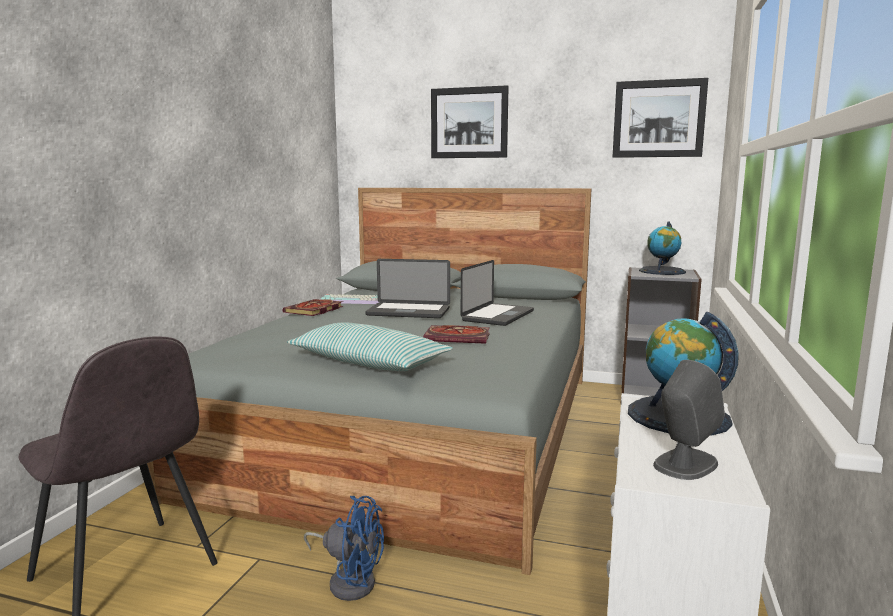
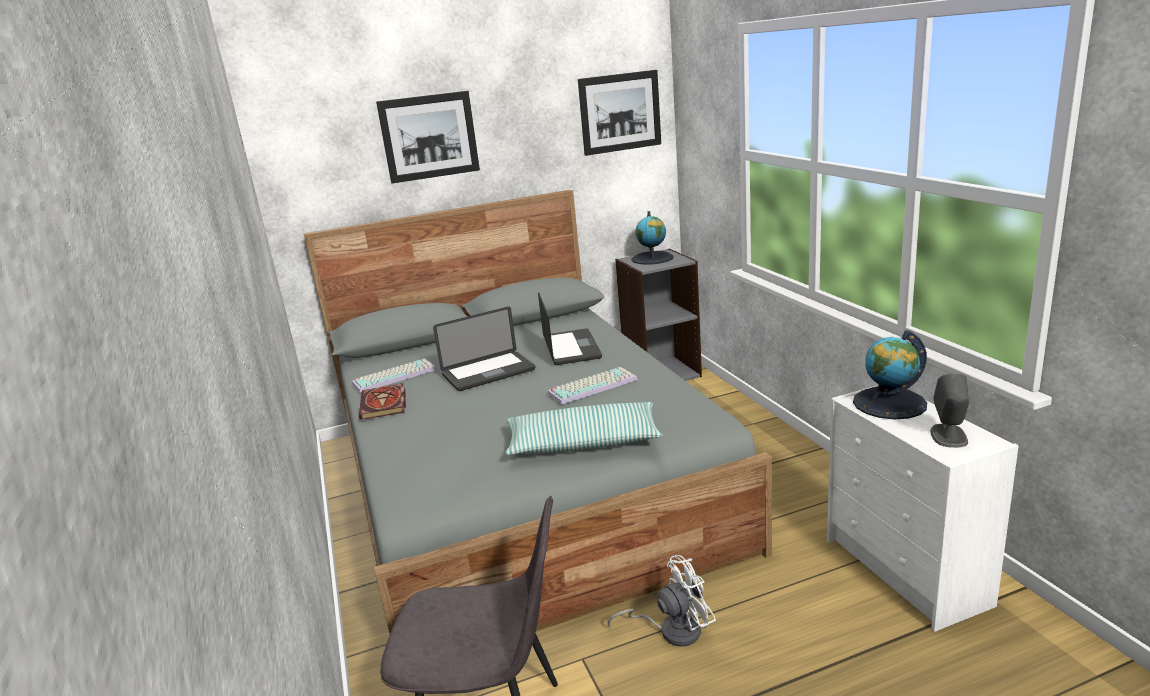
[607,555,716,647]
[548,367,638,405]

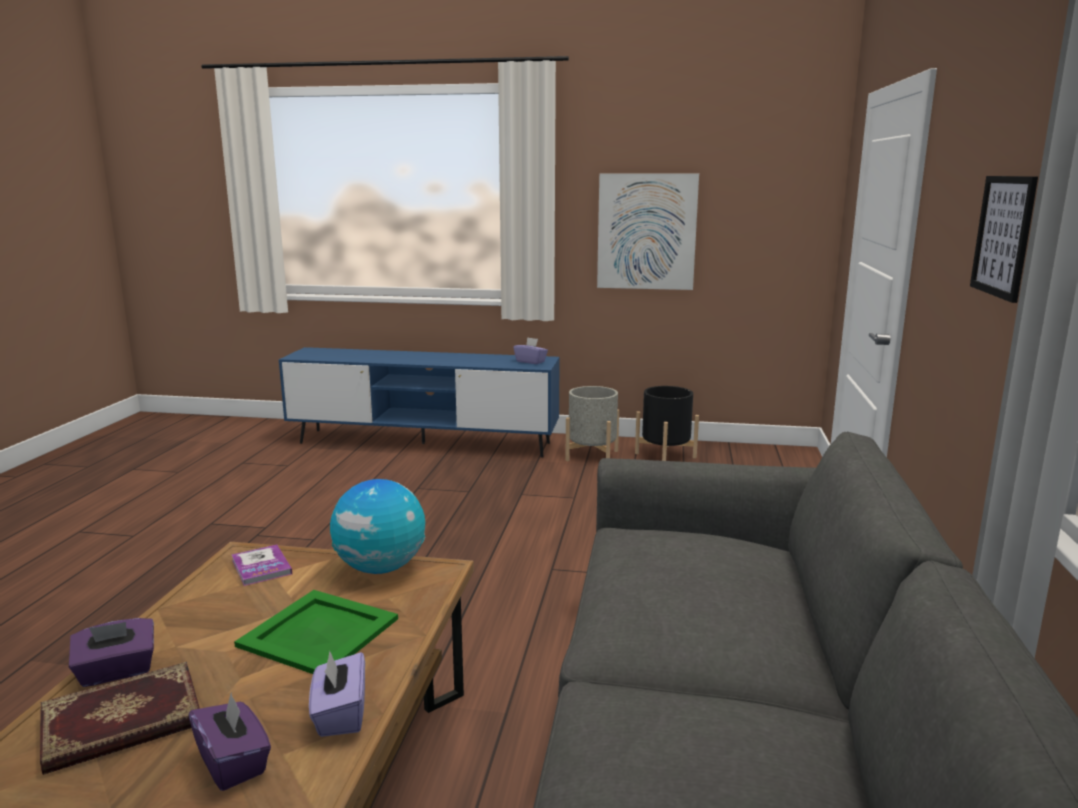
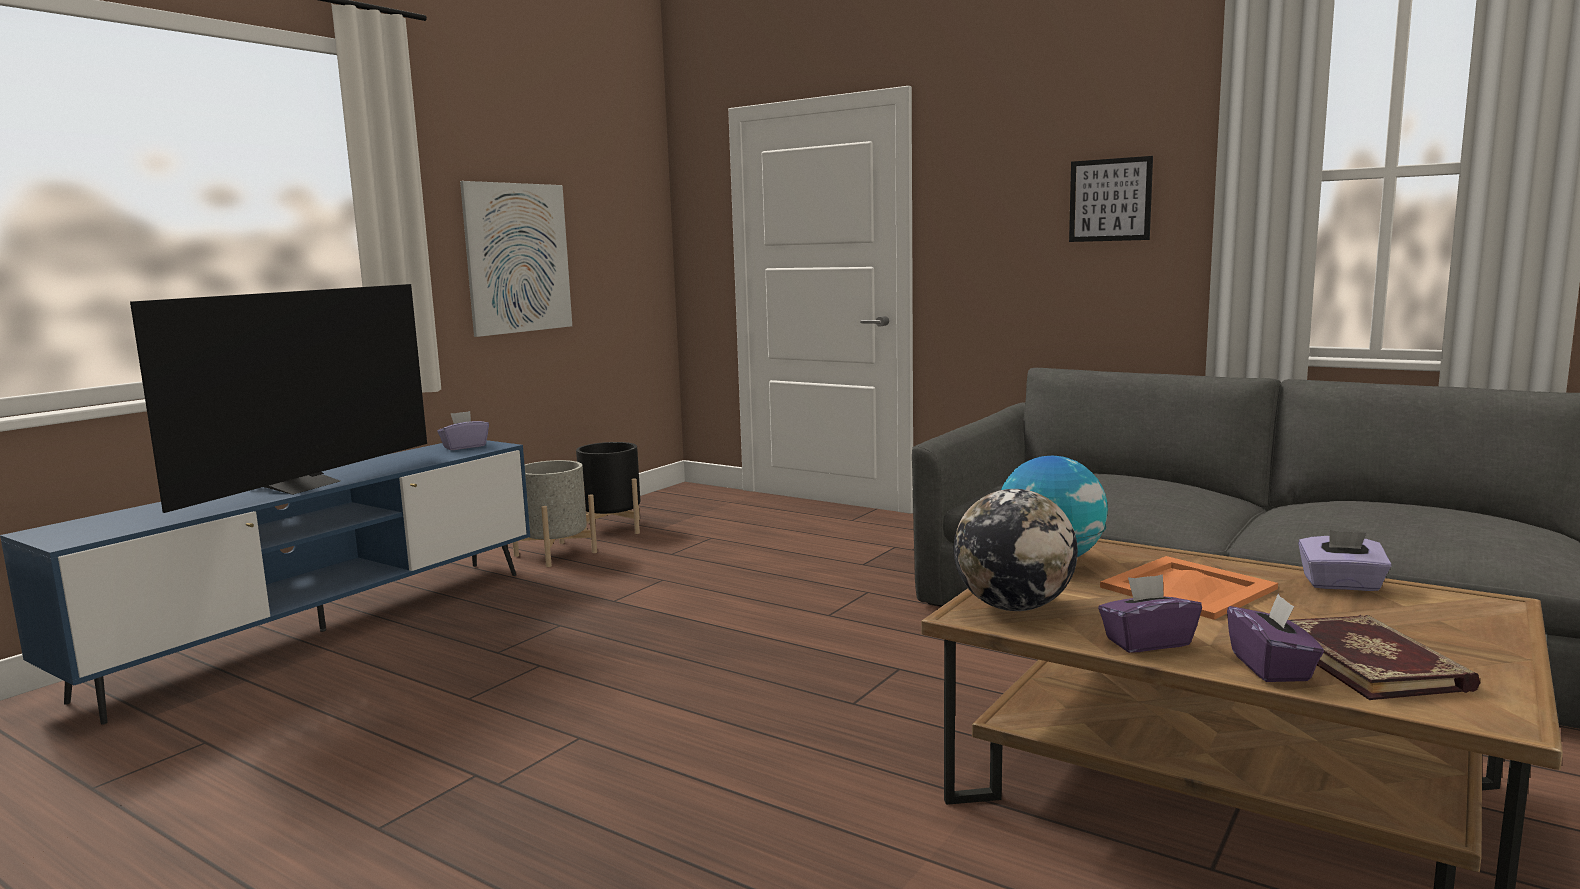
[1098,574,1202,653]
[954,489,1078,611]
[1100,556,1278,620]
[130,284,427,513]

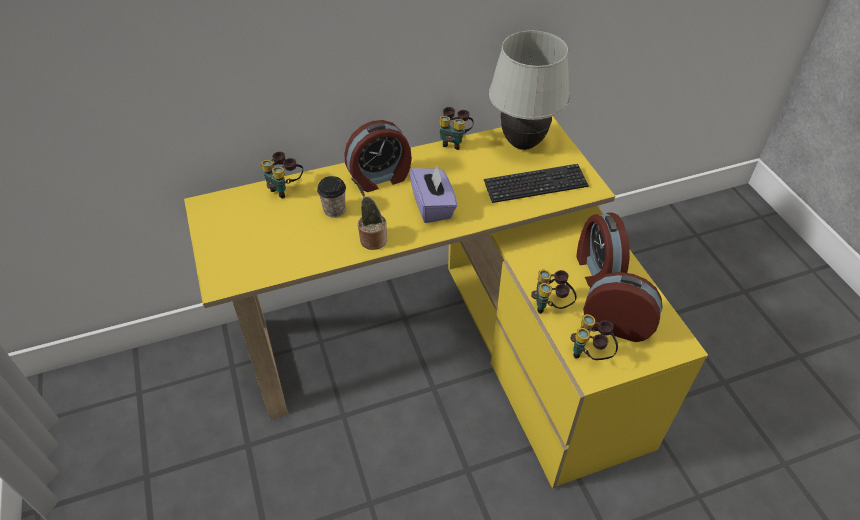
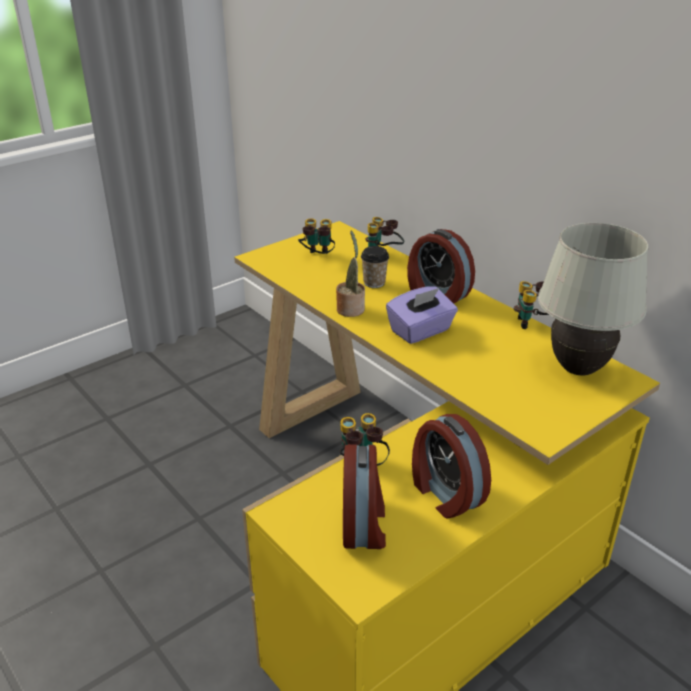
[484,164,589,203] (first image)
[298,218,335,254]
[412,414,491,519]

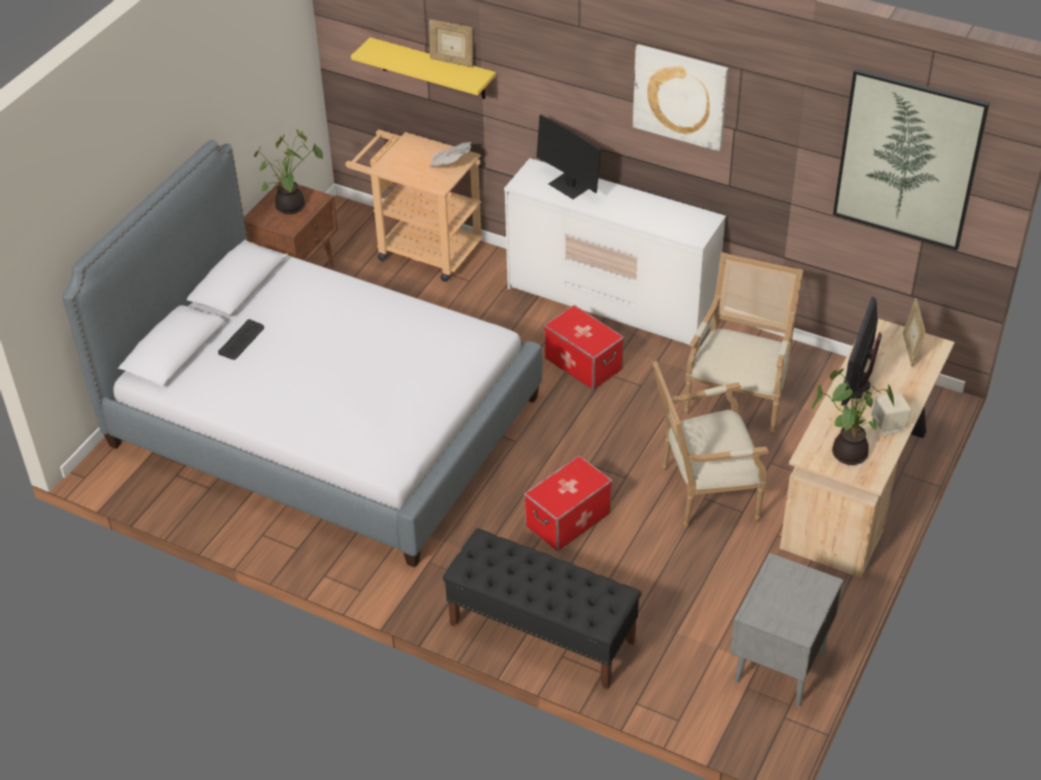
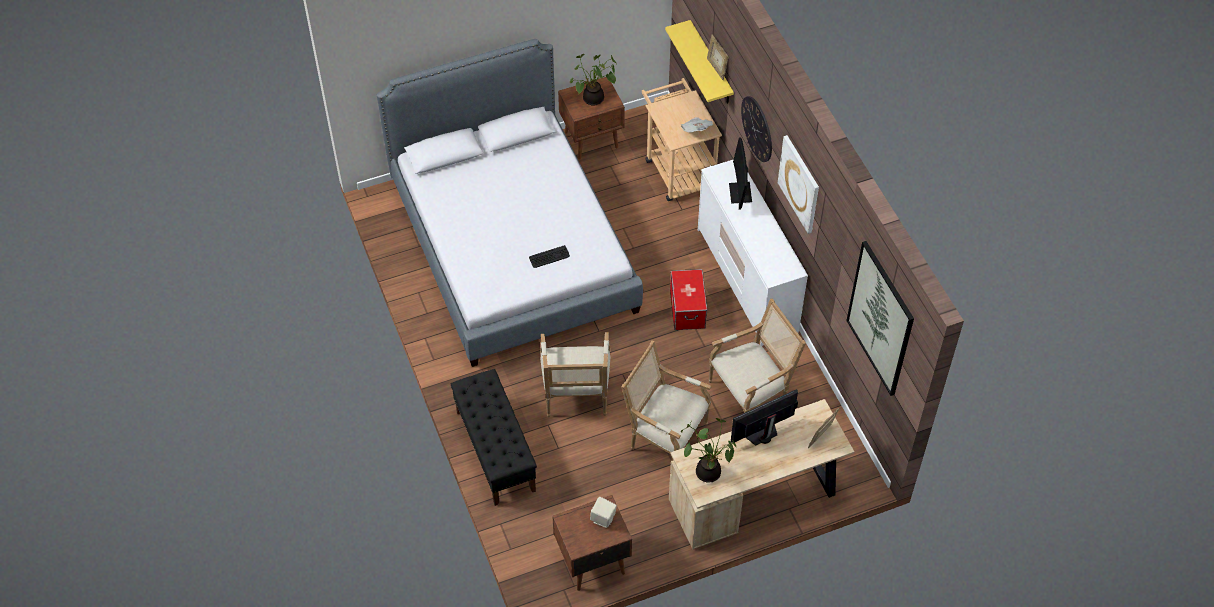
[529,245,570,268]
[540,332,610,417]
[552,495,632,591]
[590,497,617,528]
[741,96,772,162]

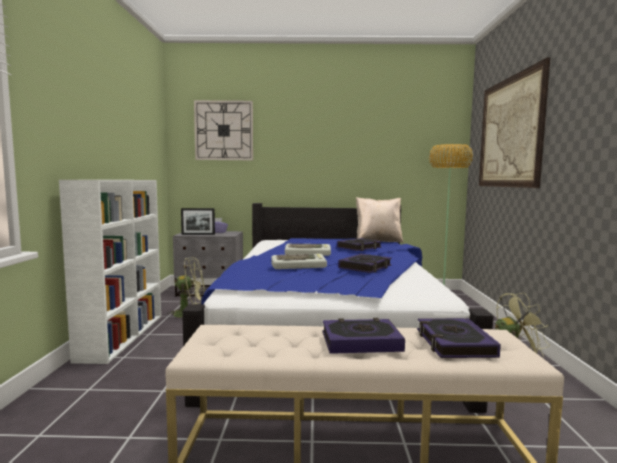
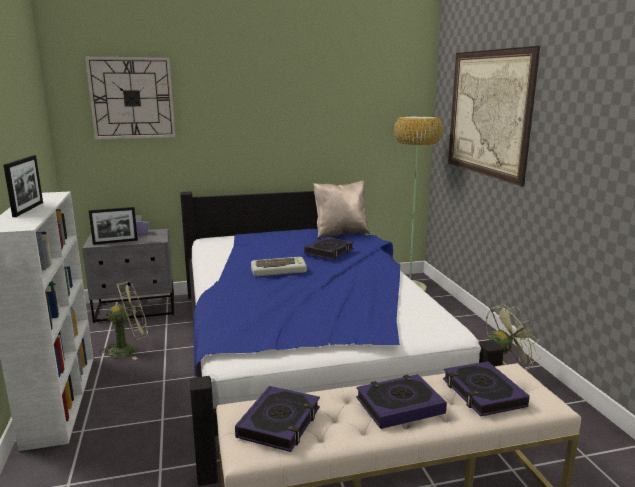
[271,254,327,269] (first image)
[235,386,320,452]
[3,155,43,217]

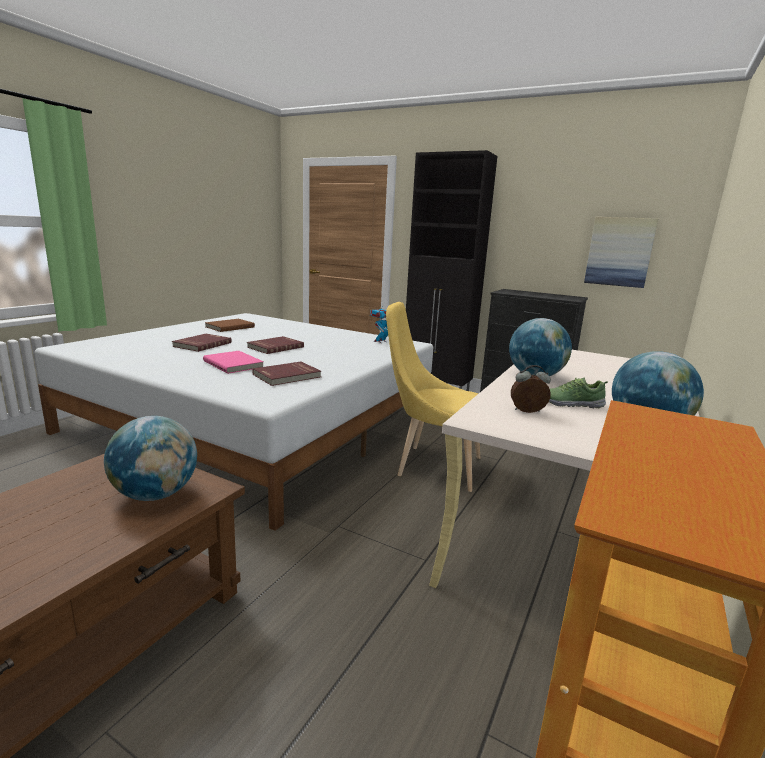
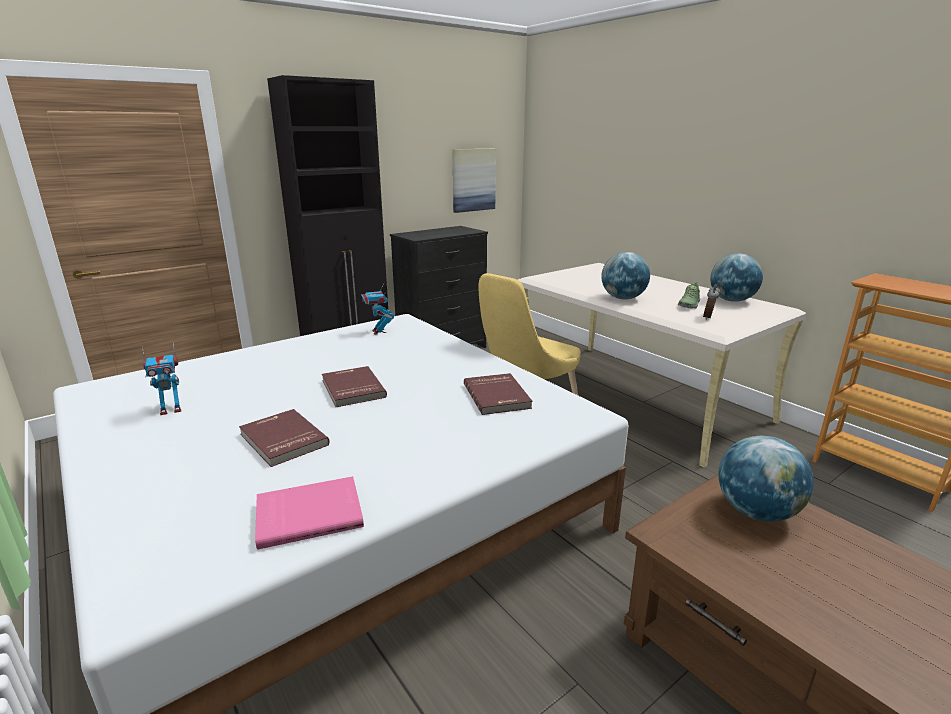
[255,476,364,550]
[142,344,181,415]

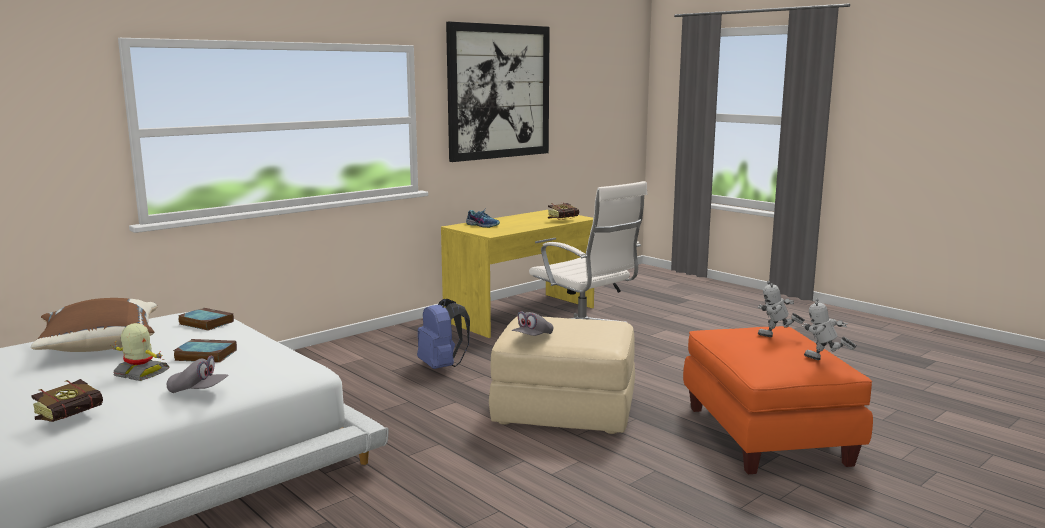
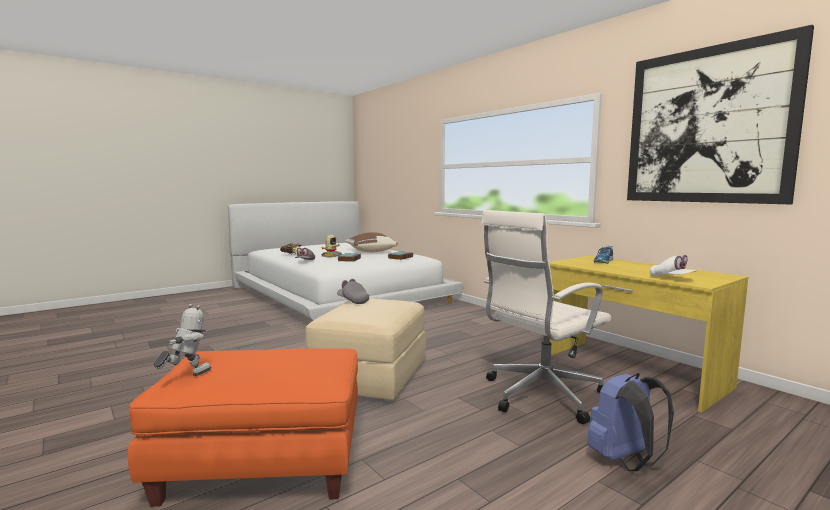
[587,373,674,471]
[650,255,697,276]
[758,281,805,337] (first image)

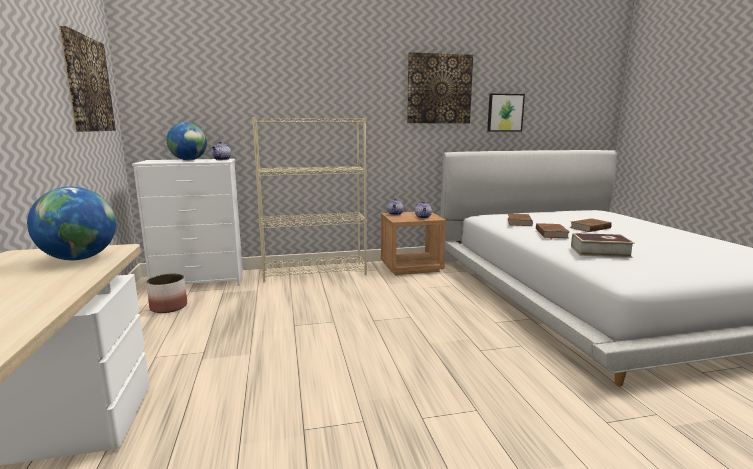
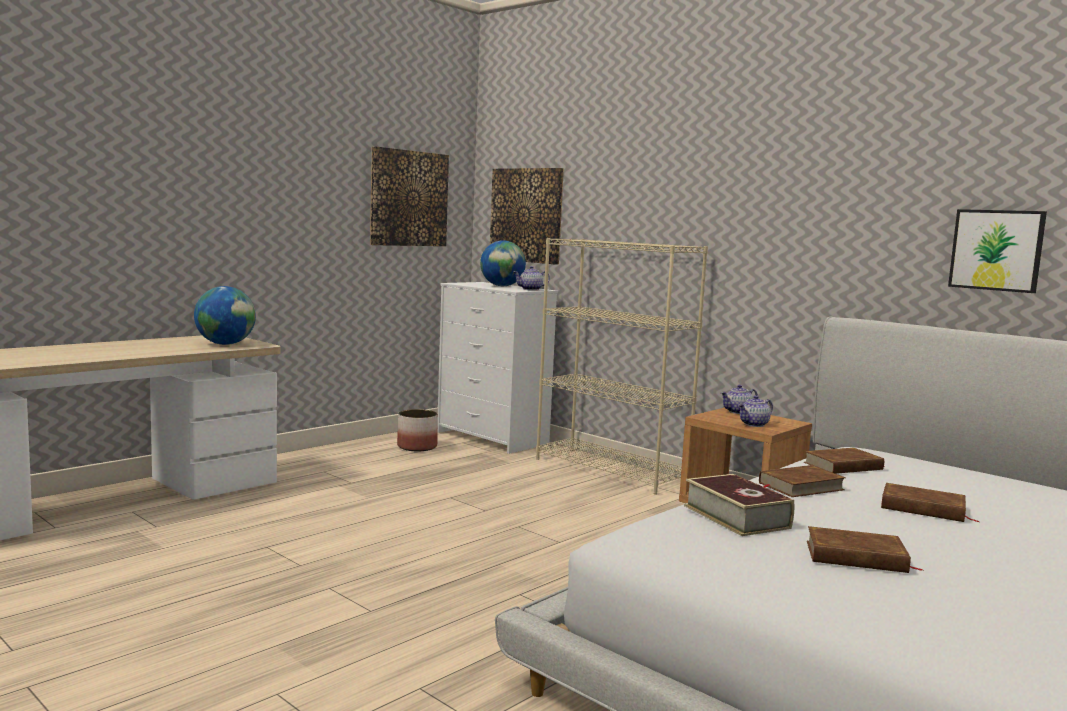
[490,168,564,265]
[807,526,923,573]

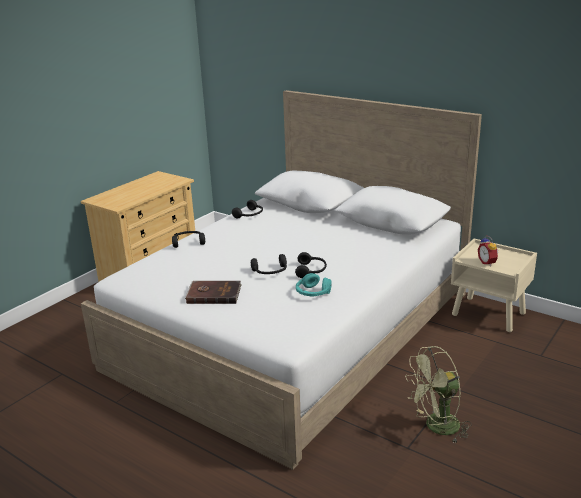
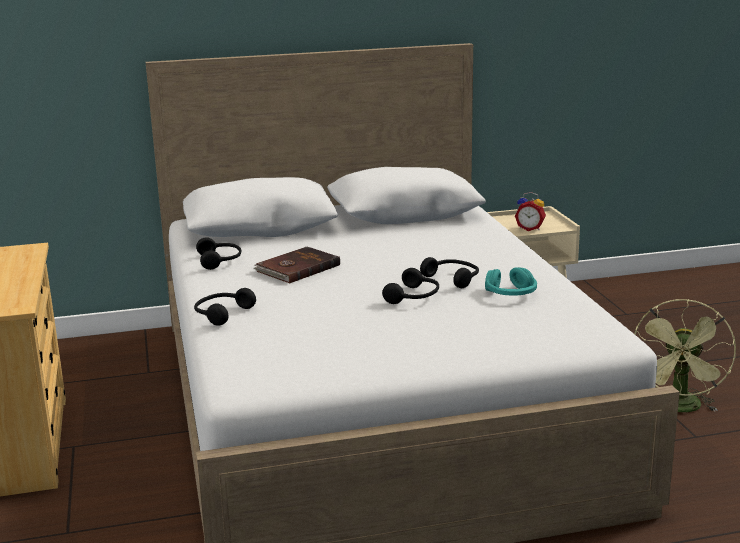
[253,247,340,284]

